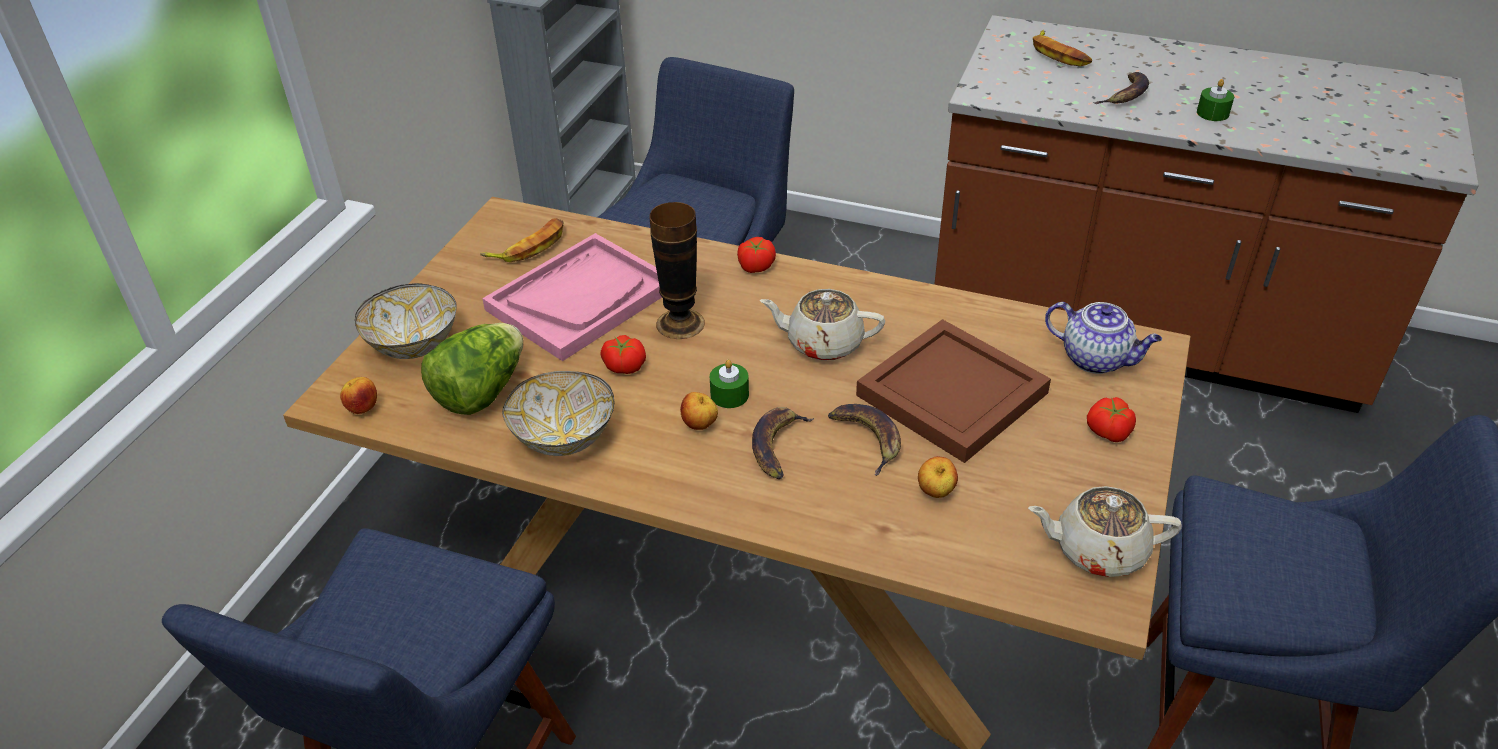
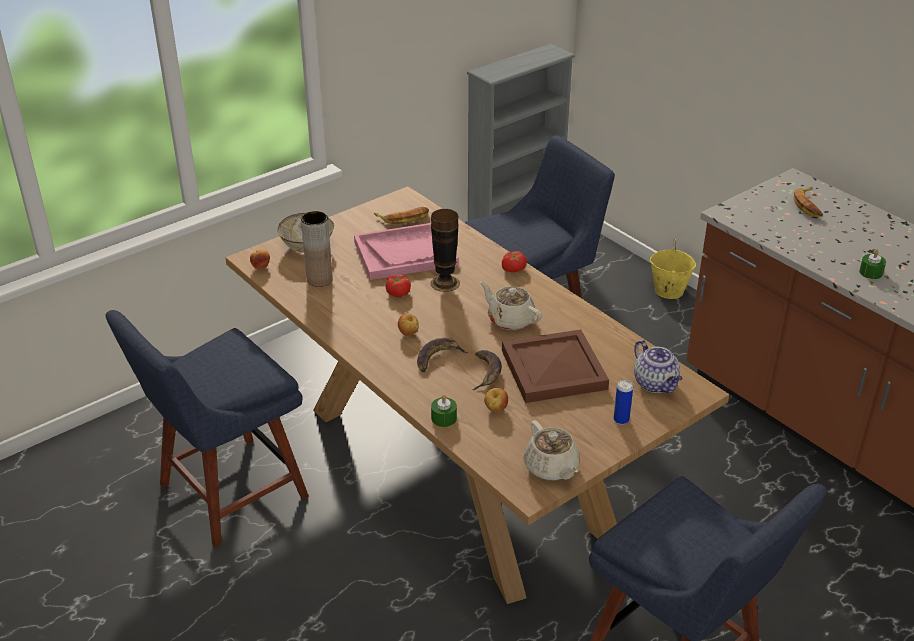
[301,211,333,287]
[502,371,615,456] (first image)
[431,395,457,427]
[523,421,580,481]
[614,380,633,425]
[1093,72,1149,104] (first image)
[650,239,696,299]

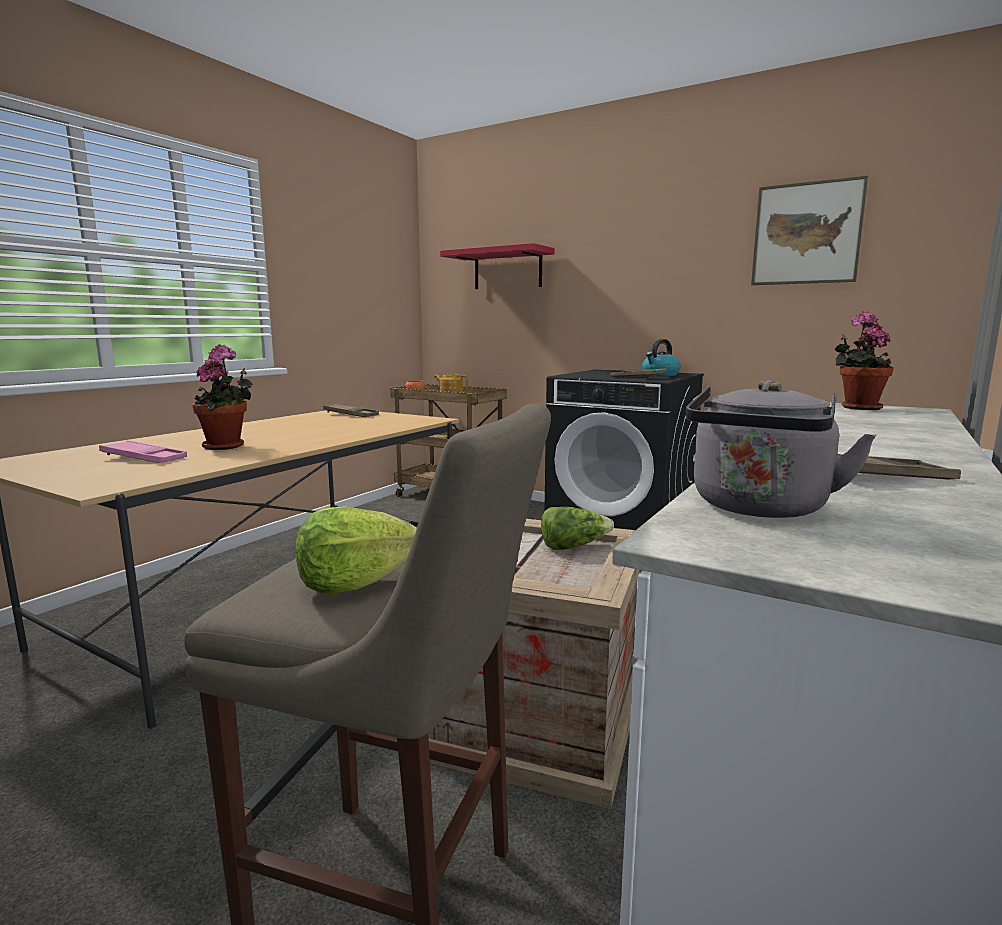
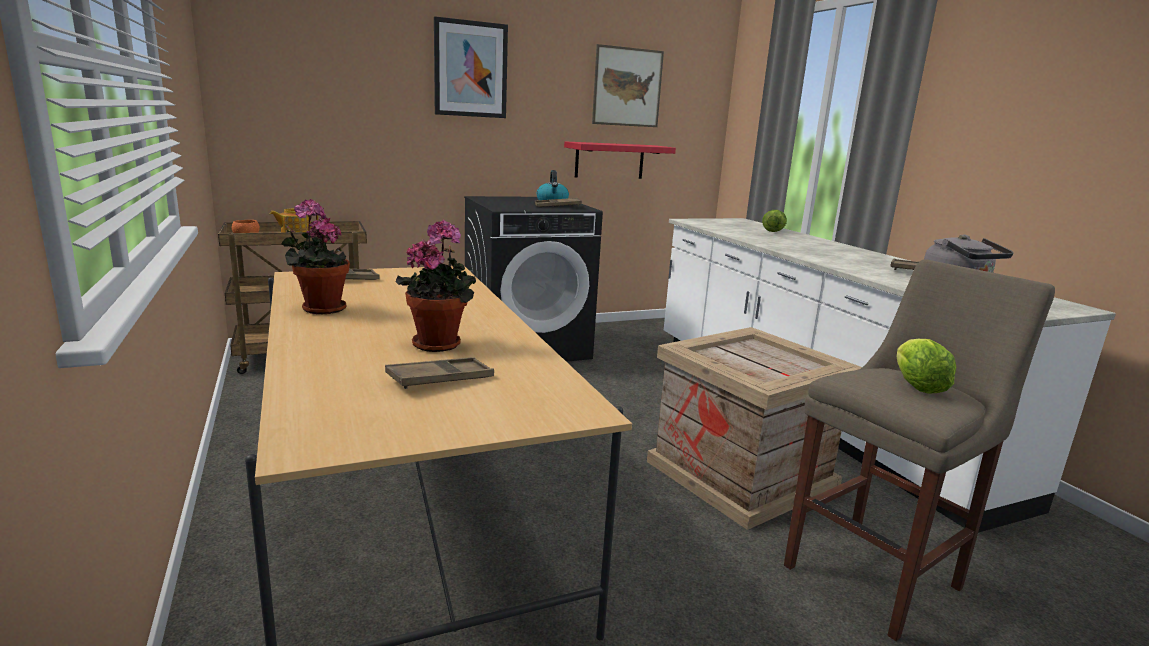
[385,357,494,389]
[564,141,676,179]
[762,210,787,232]
[281,199,350,314]
[434,16,508,118]

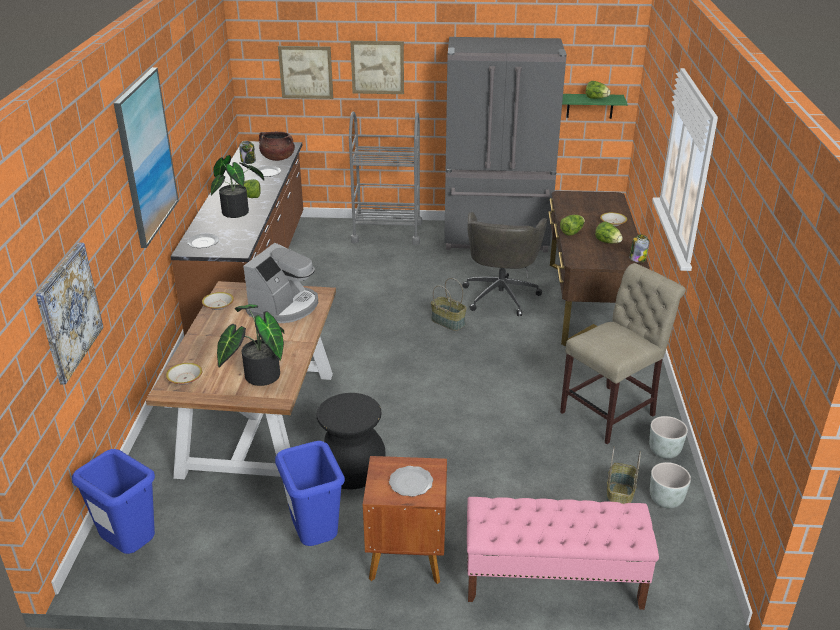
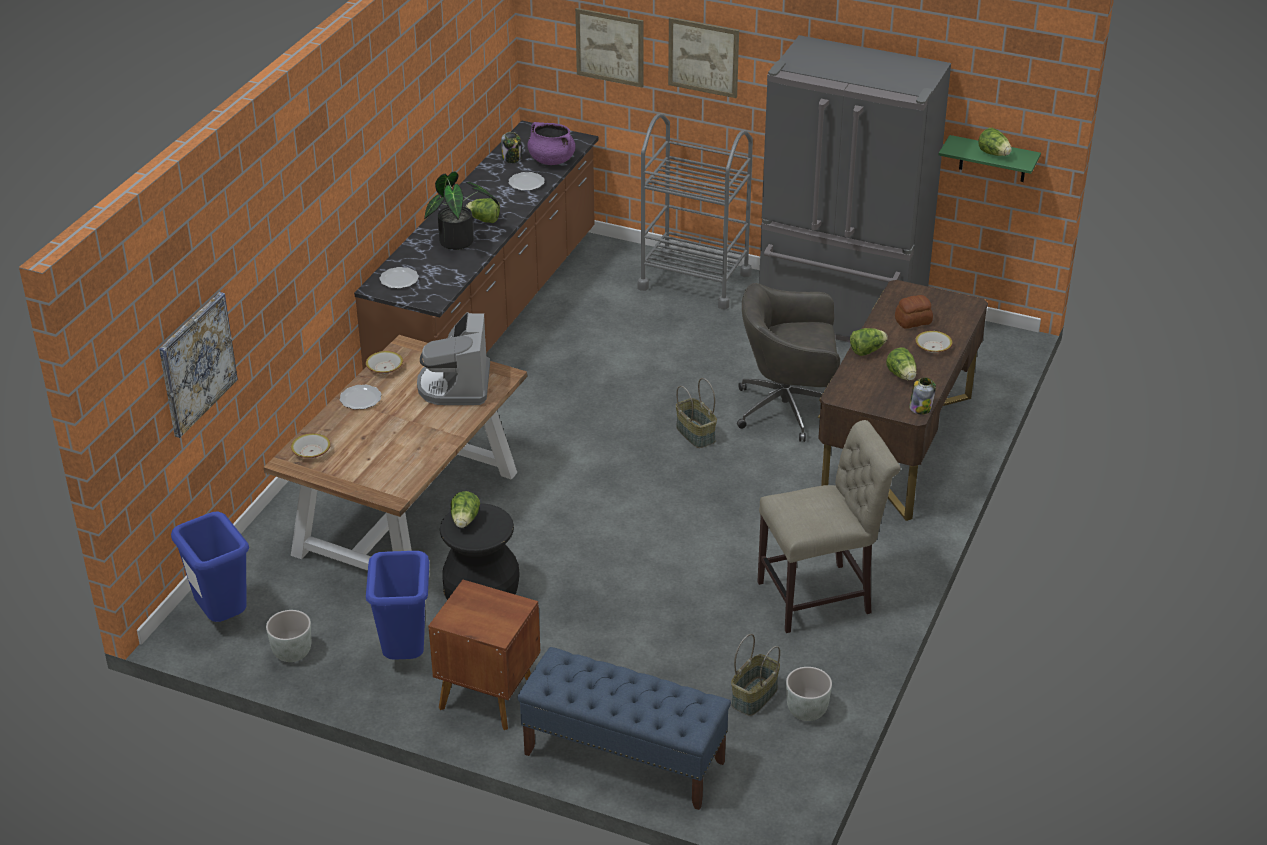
[114,67,179,248] (first image)
[217,304,285,386] (first image)
[417,312,490,405]
[527,122,576,165]
[340,385,382,409]
[737,283,840,442]
[517,647,731,810]
[266,610,311,662]
[451,491,480,528]
[895,295,933,329]

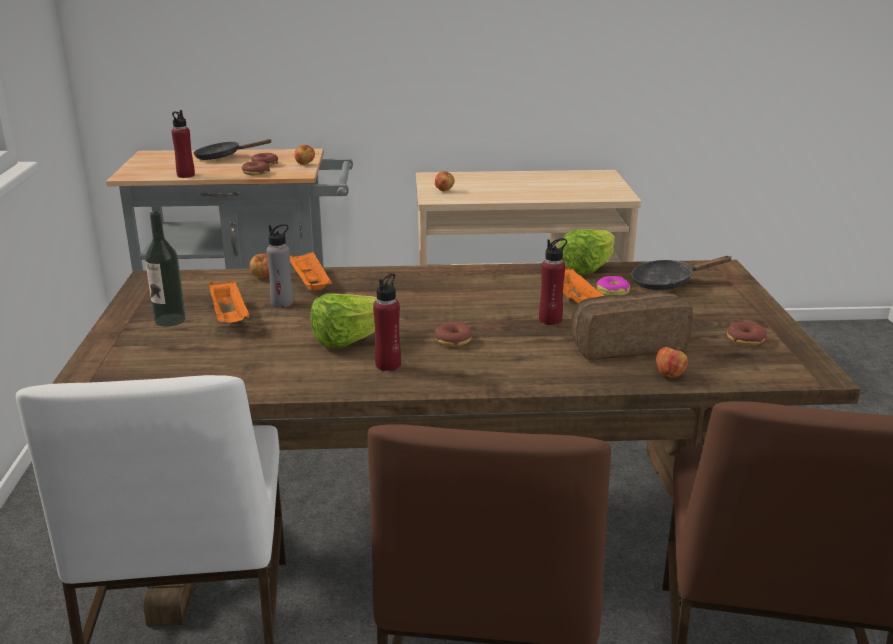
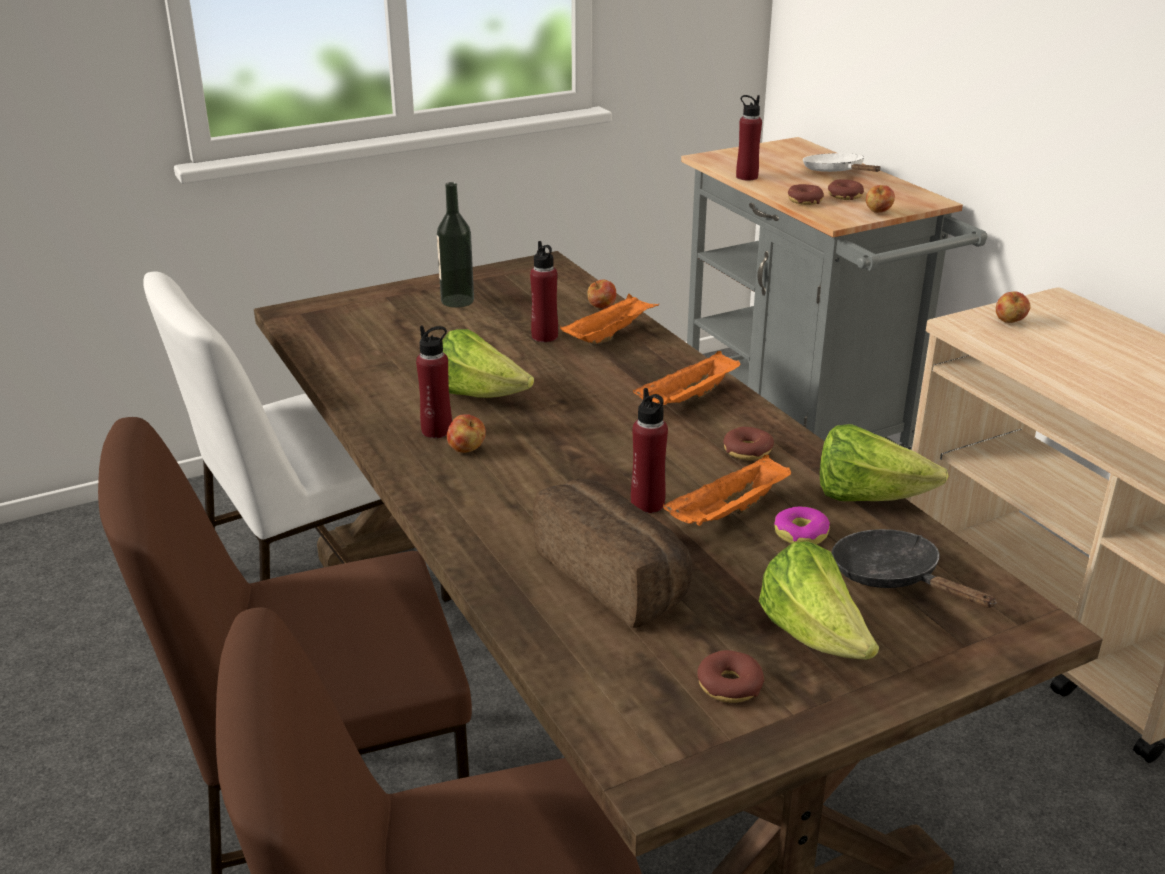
[803,153,880,172]
[633,351,740,405]
[530,241,558,342]
[723,427,774,460]
[447,414,486,453]
[759,541,879,660]

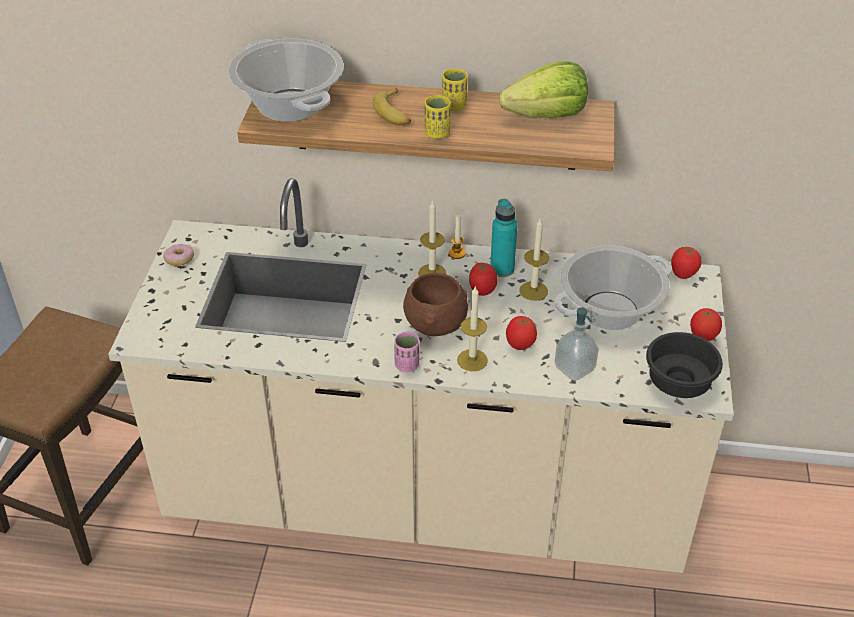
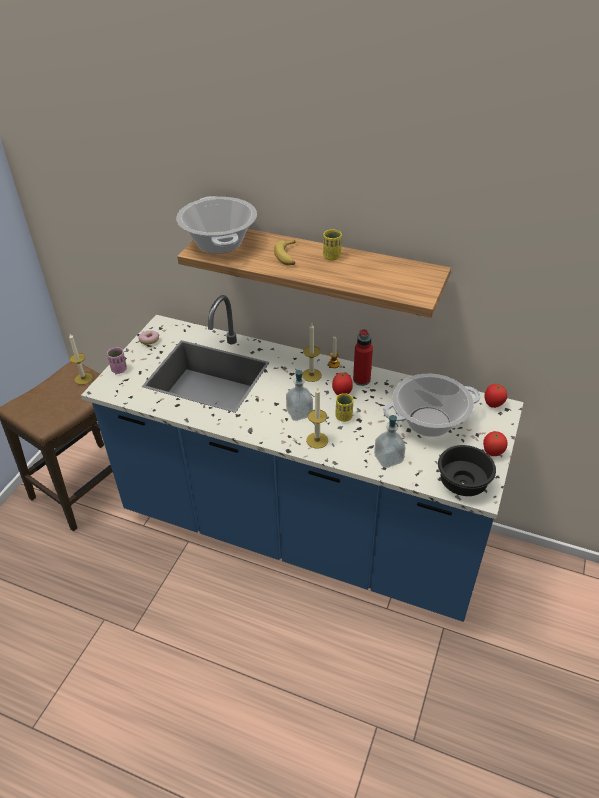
[81,295,524,622]
[107,347,127,374]
[286,369,313,421]
[336,393,353,422]
[353,329,373,386]
[499,61,588,118] (first image)
[506,316,537,350] (first image)
[69,334,93,385]

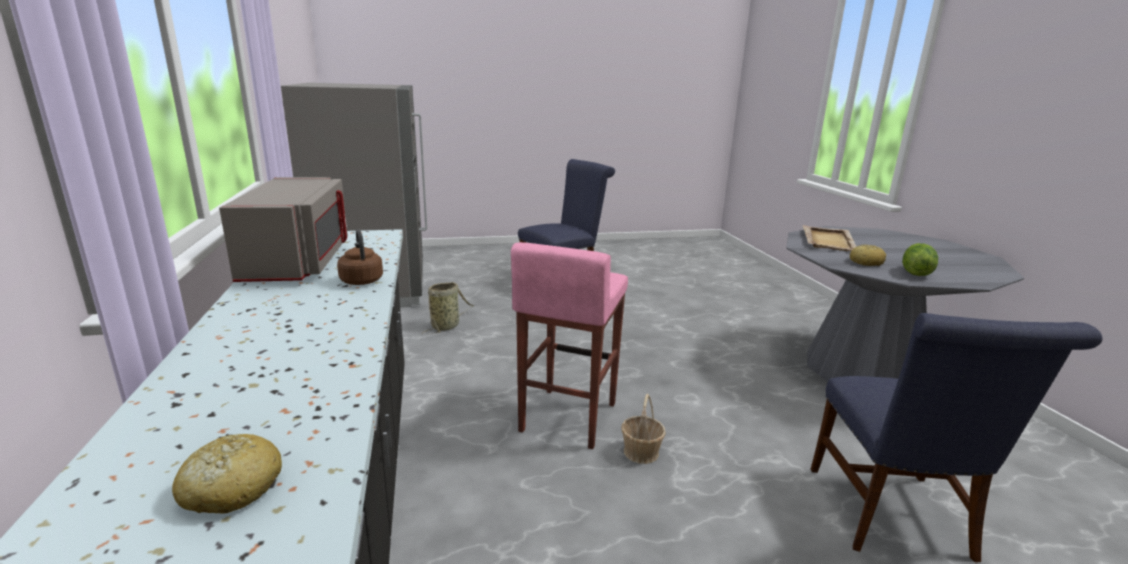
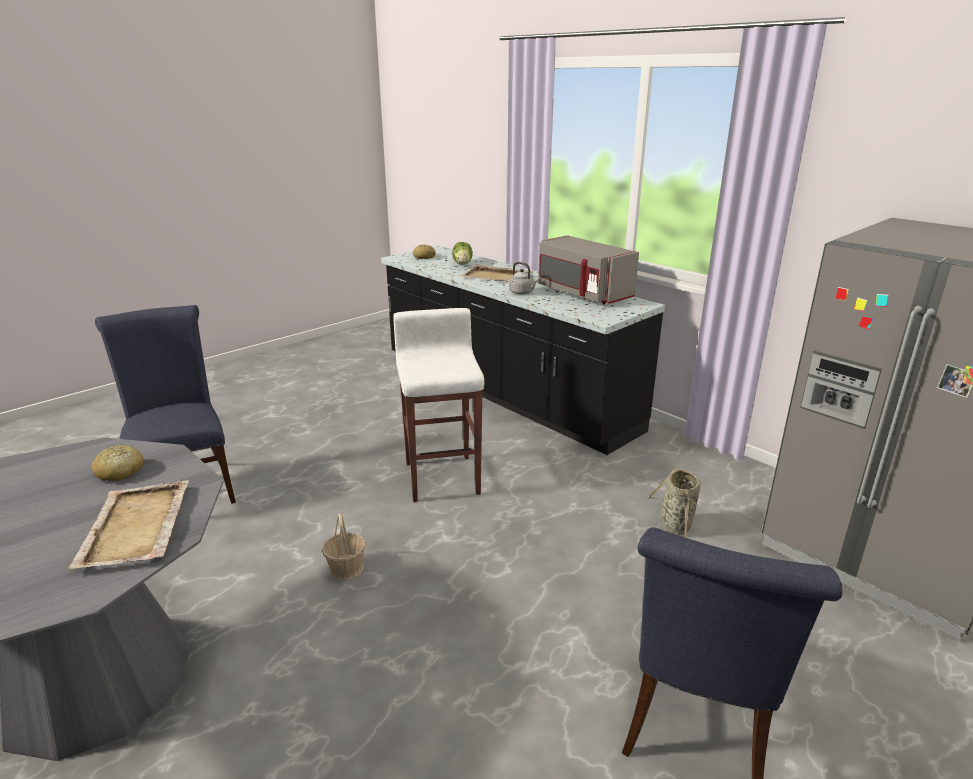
[509,262,538,295]
[393,308,484,502]
[322,513,366,580]
[452,242,473,264]
[460,265,534,282]

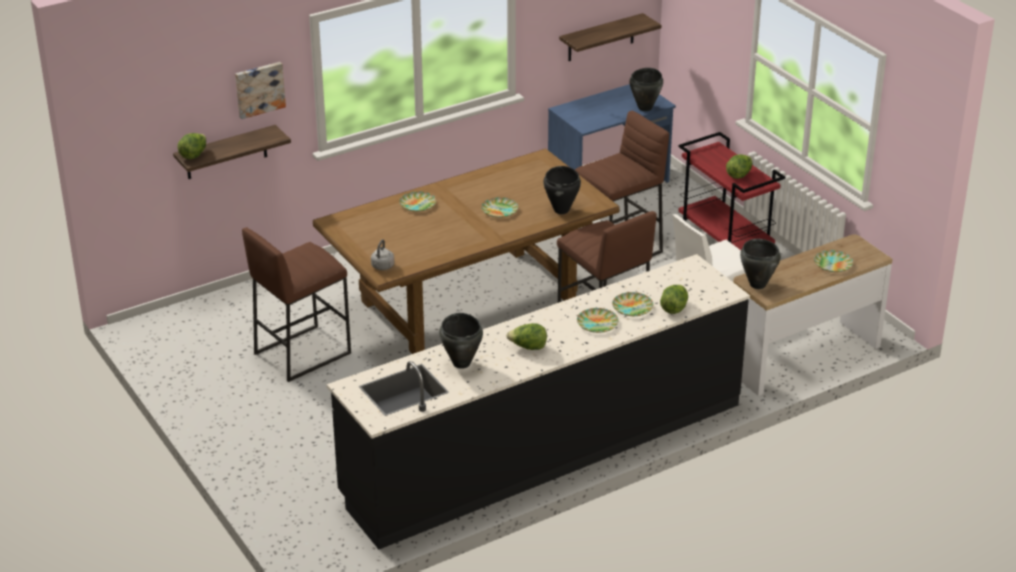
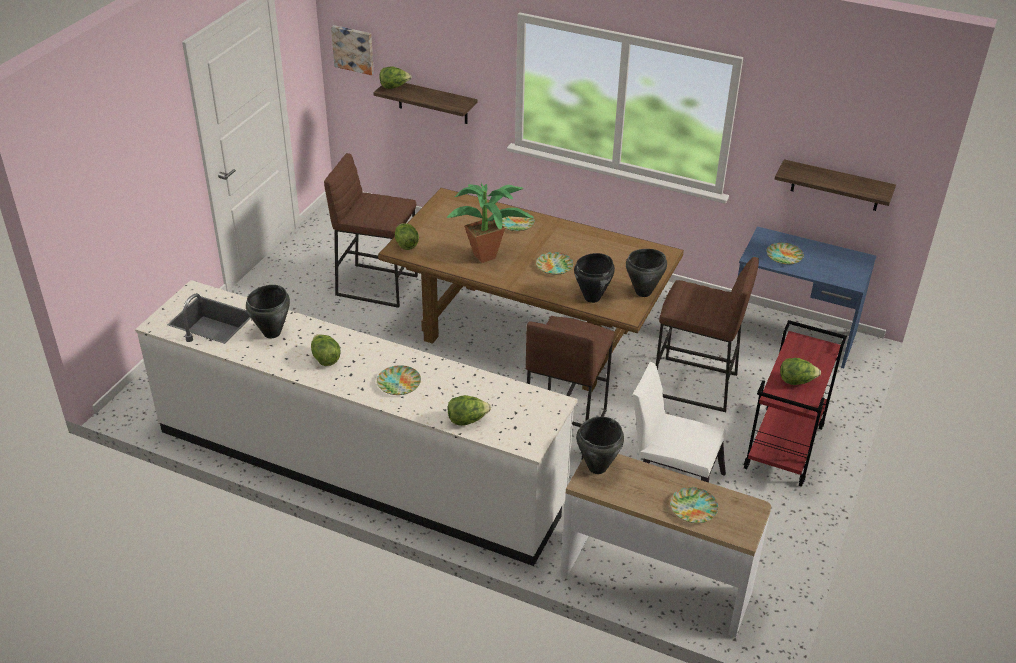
[331,25,374,75]
[135,280,578,566]
[395,223,419,250]
[766,243,804,265]
[626,249,667,297]
[447,183,533,263]

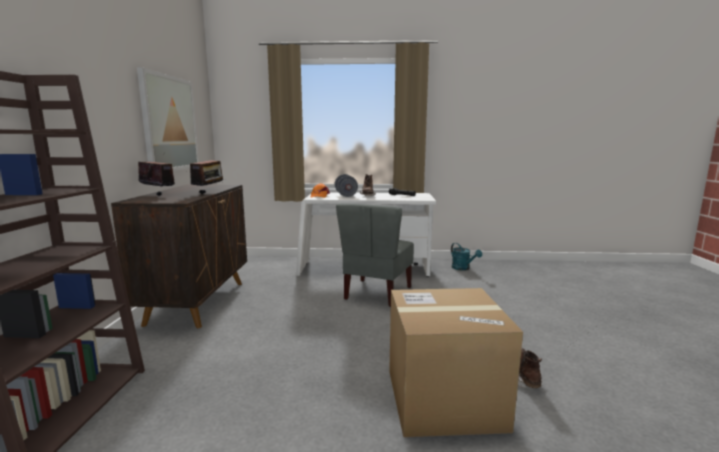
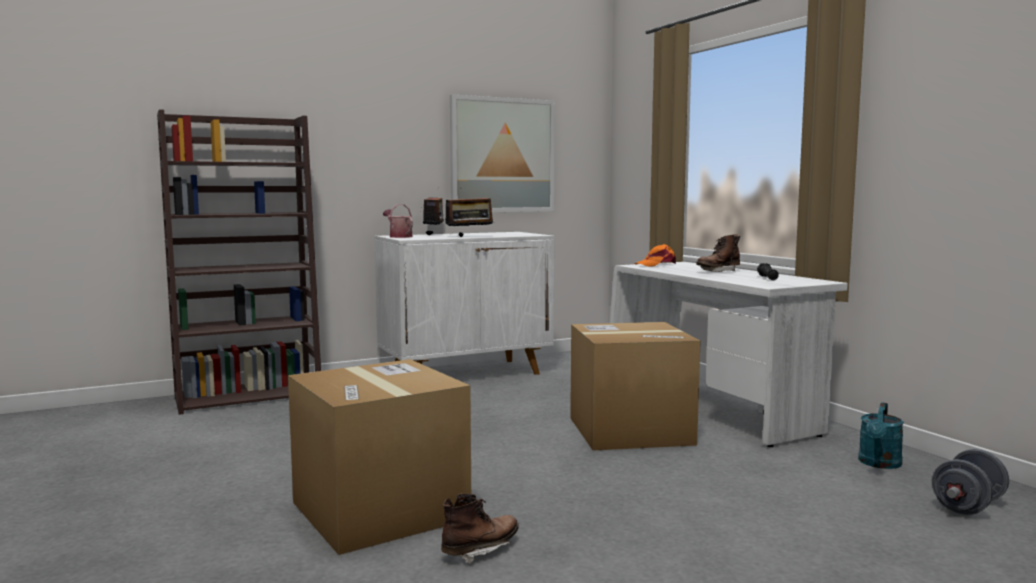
[375,232,554,375]
[932,449,1009,515]
[570,322,701,451]
[383,204,413,238]

